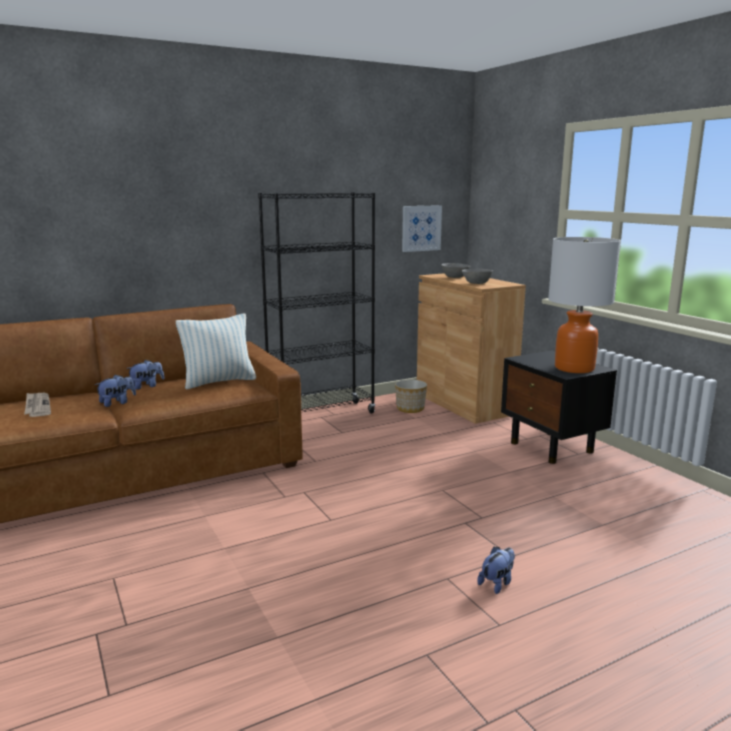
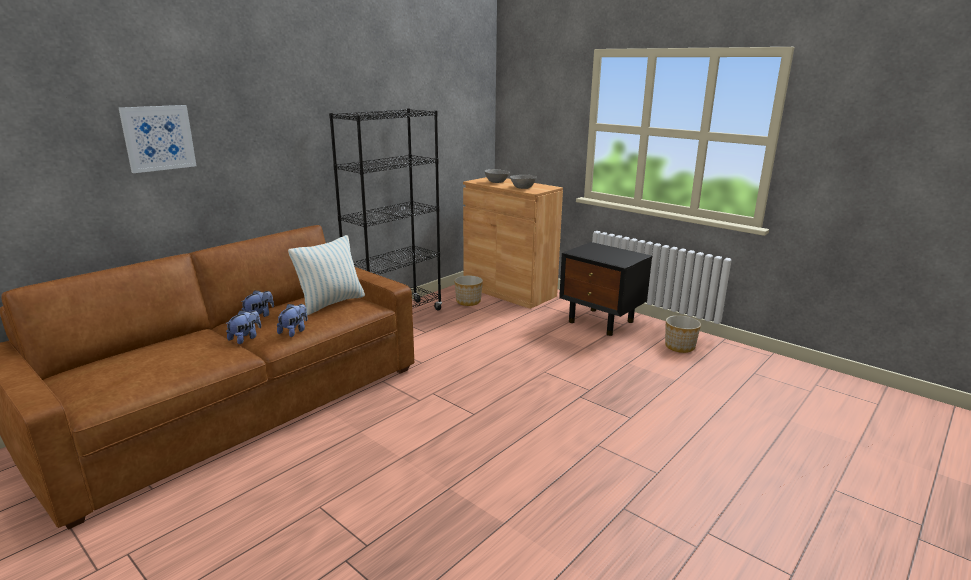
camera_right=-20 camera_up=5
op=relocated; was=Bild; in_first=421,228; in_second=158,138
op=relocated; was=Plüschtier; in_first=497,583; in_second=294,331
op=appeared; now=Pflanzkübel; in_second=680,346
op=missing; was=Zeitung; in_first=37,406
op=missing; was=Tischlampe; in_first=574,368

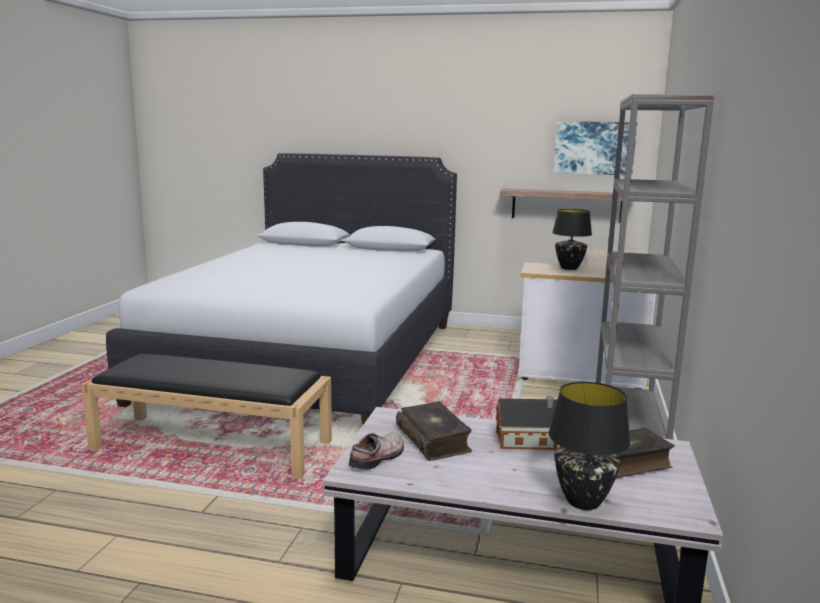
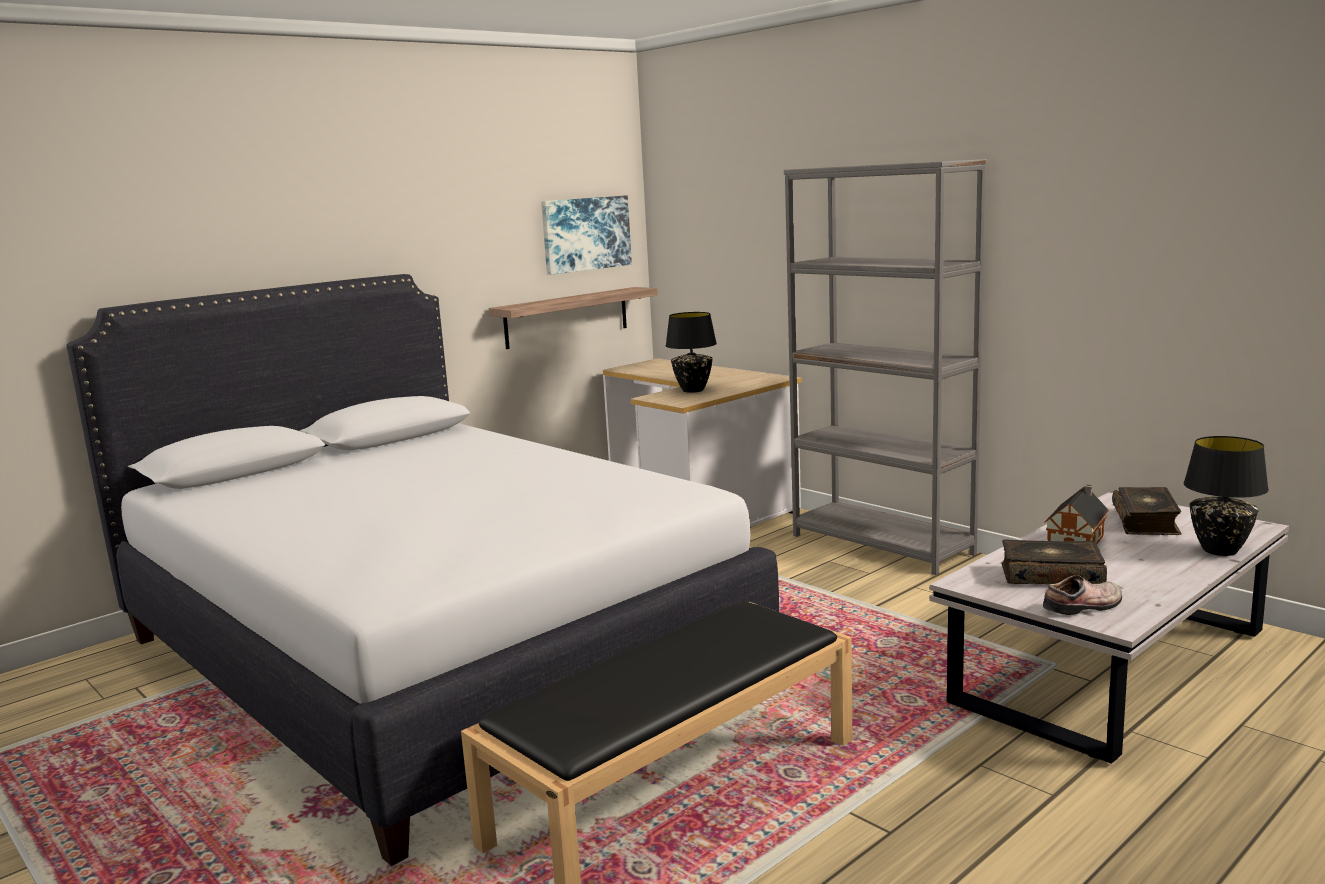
camera_right=-55 camera_up=0
op=spun; was=Schuh; in_first=379,457; in_second=1085,606; clockwise=90

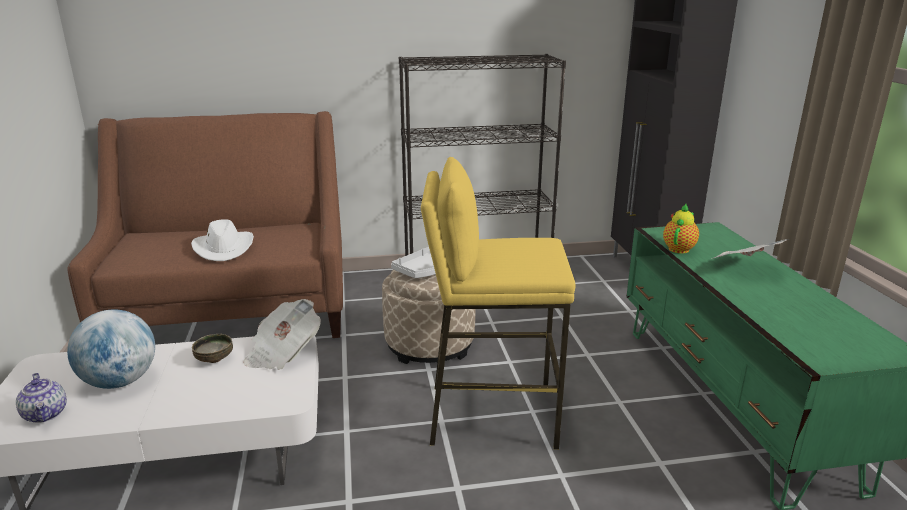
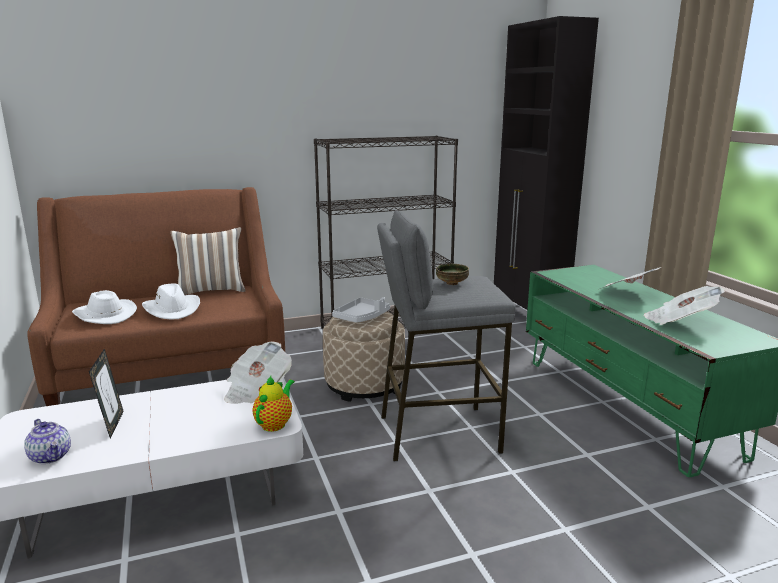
camera_right=-10 camera_up=-5
op=appeared; now=Hut/weiß; in_second=104,315
op=exchanged; was=Globus; now=Bilderrahmen; in_first=120,381; in_second=112,425
op=appeared; now=Kissen; in_second=211,290
op=relocated; was=Teekanne; in_first=679,248; in_second=275,424
op=colour; was=Hocker/gelb; now=Hocker/grau; in_first=491,414; in_second=438,433
op=relocated; was=Schüssel; in_first=215,359; in_second=452,283
op=appeared; now=Zeitung; in_second=679,322

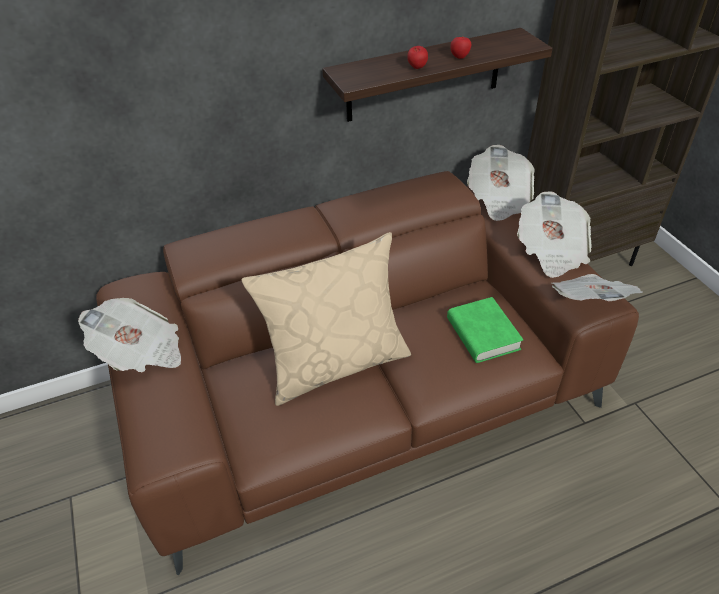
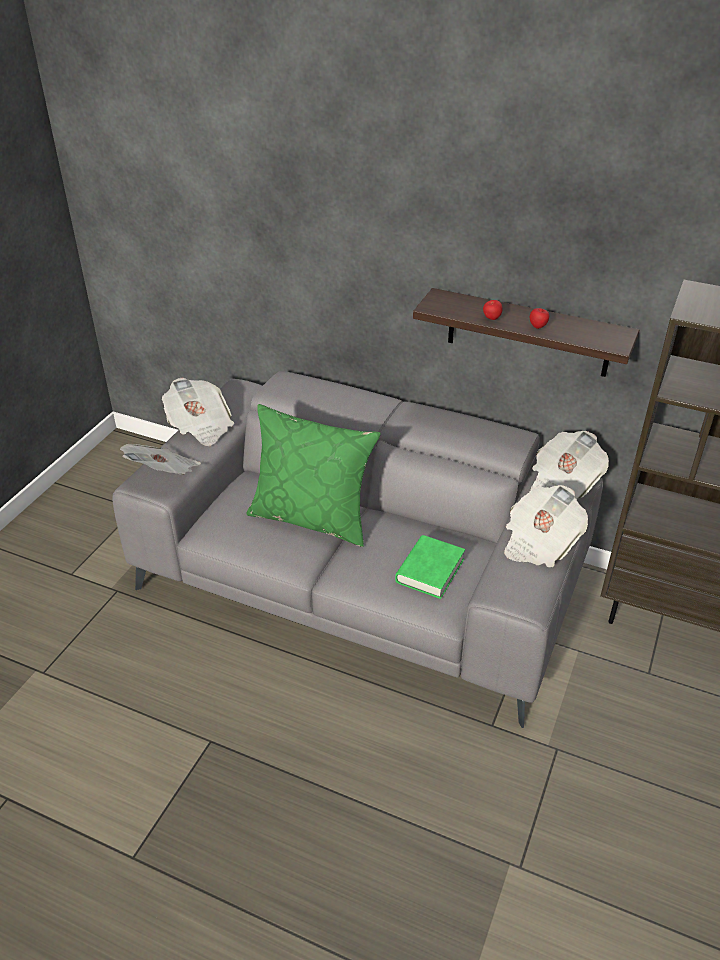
camera_right=45 camera_up=-5
op=colour; was=Sofa/braun; now=Sofa/grau; in_first=363,392; in_second=361,579
op=relocated; was=Zeitung; in_first=589,303; in_second=164,474
op=colour; was=Kissen/beige; now=Kissen/grün; in_first=336,363; in_second=312,518

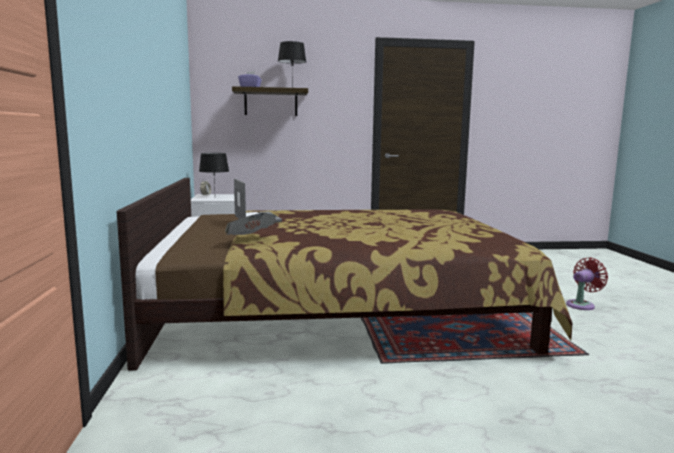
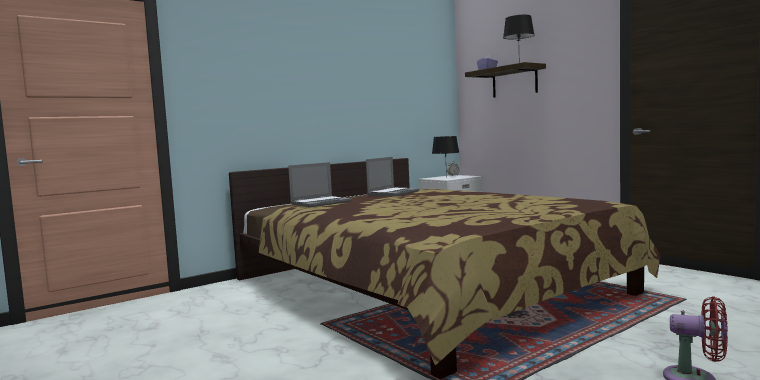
camera_right=60 camera_up=-5
op=exchanged; was=Zeitung; now=Laptop; in_first=250,239; in_second=320,203

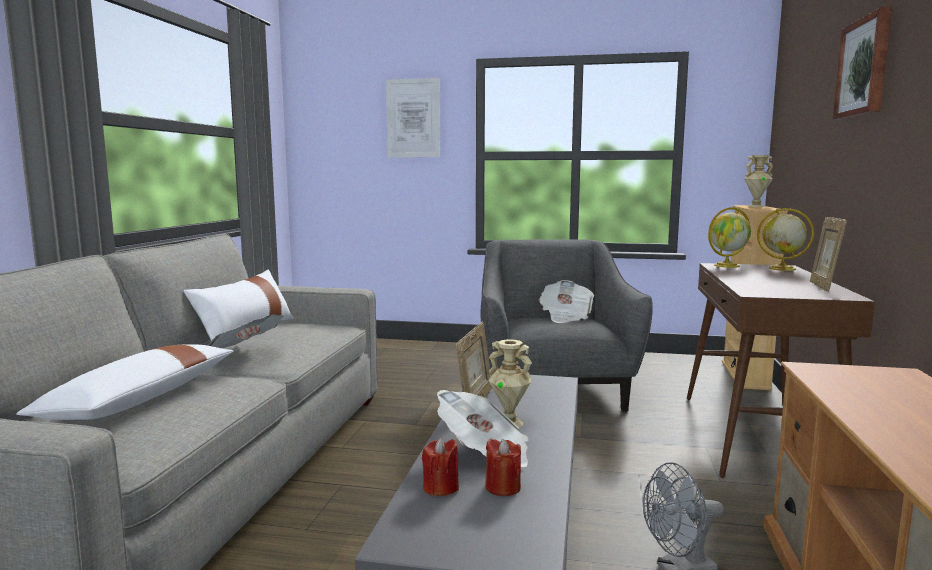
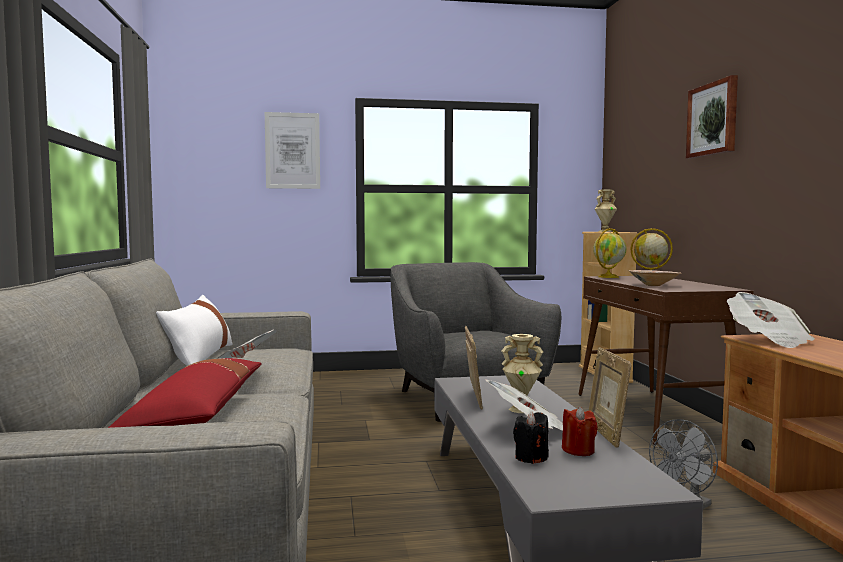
camera_right=-20 camera_up=-5
op=colour; was=Kissen/weiß; now=Kissen/rot; in_first=140,400; in_second=195,416
op=colour; was=Kerze/rot; now=Kerze/schwarz; in_first=440,488; in_second=531,458
op=relocated; was=Bilderrahmen; in_first=823,287; in_second=606,434
op=appeared; now=Schüssel/beige; in_second=654,285
op=relocated; was=Zeitung; in_first=565,317; in_second=768,340

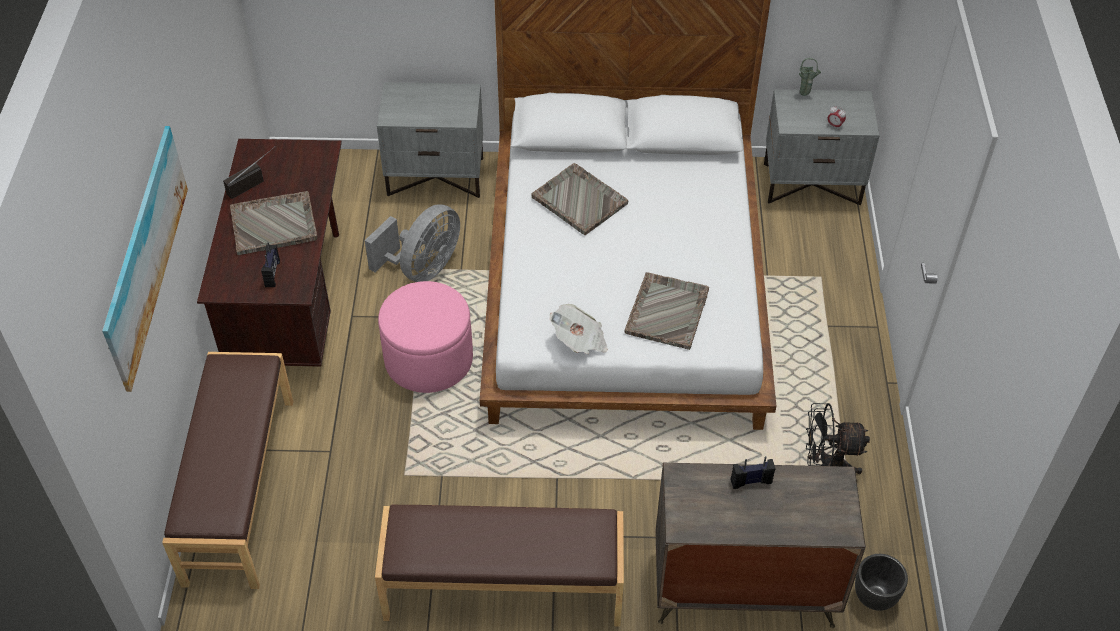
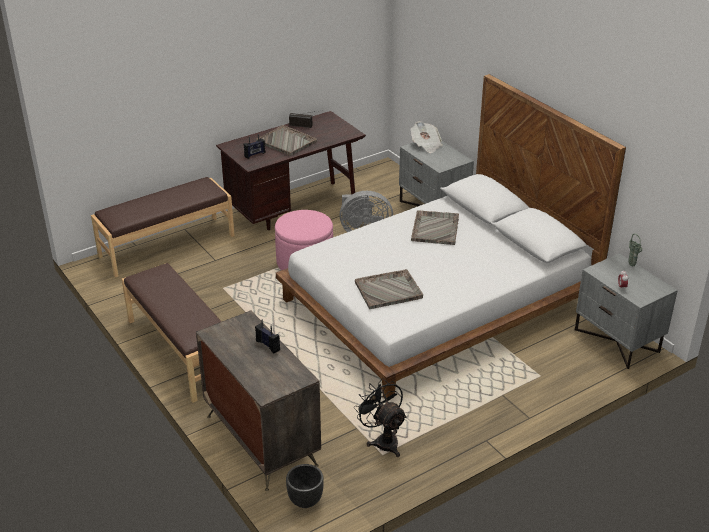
camera_right=55 camera_up=-15
op=relocated; was=Zeitung; in_first=579,340; in_second=426,145
op=missing; was=Bild; in_first=141,254

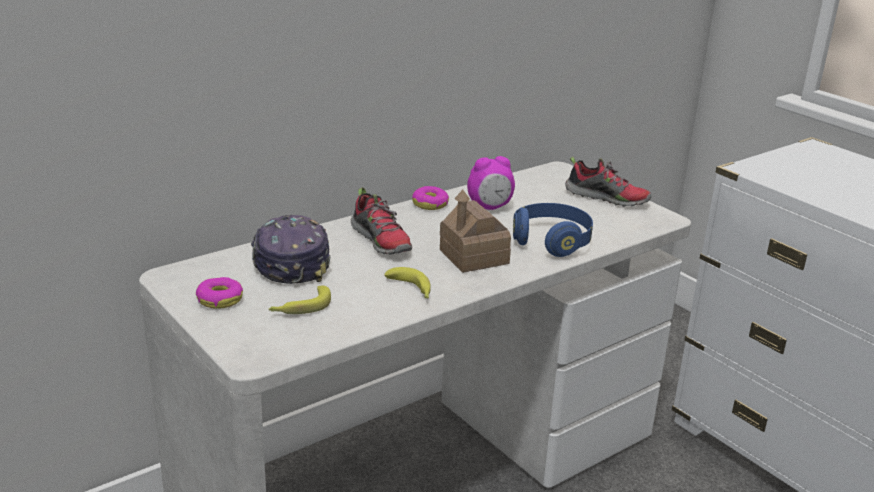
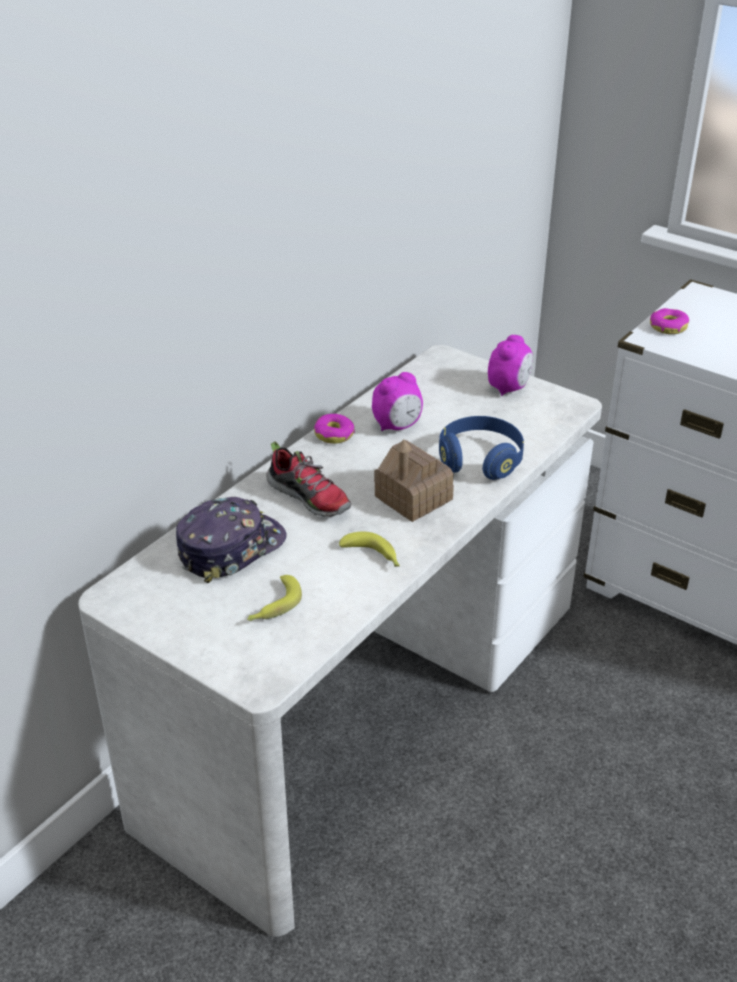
camera_right=-15 camera_up=10
op=spun; was=Kappe; in_first=290,262; in_second=230,548; clockwise=75
op=exchanged; was=Schuh; now=Wecker; in_first=607,198; in_second=508,388
op=relocated; was=Donut; in_first=220,299; in_second=668,327

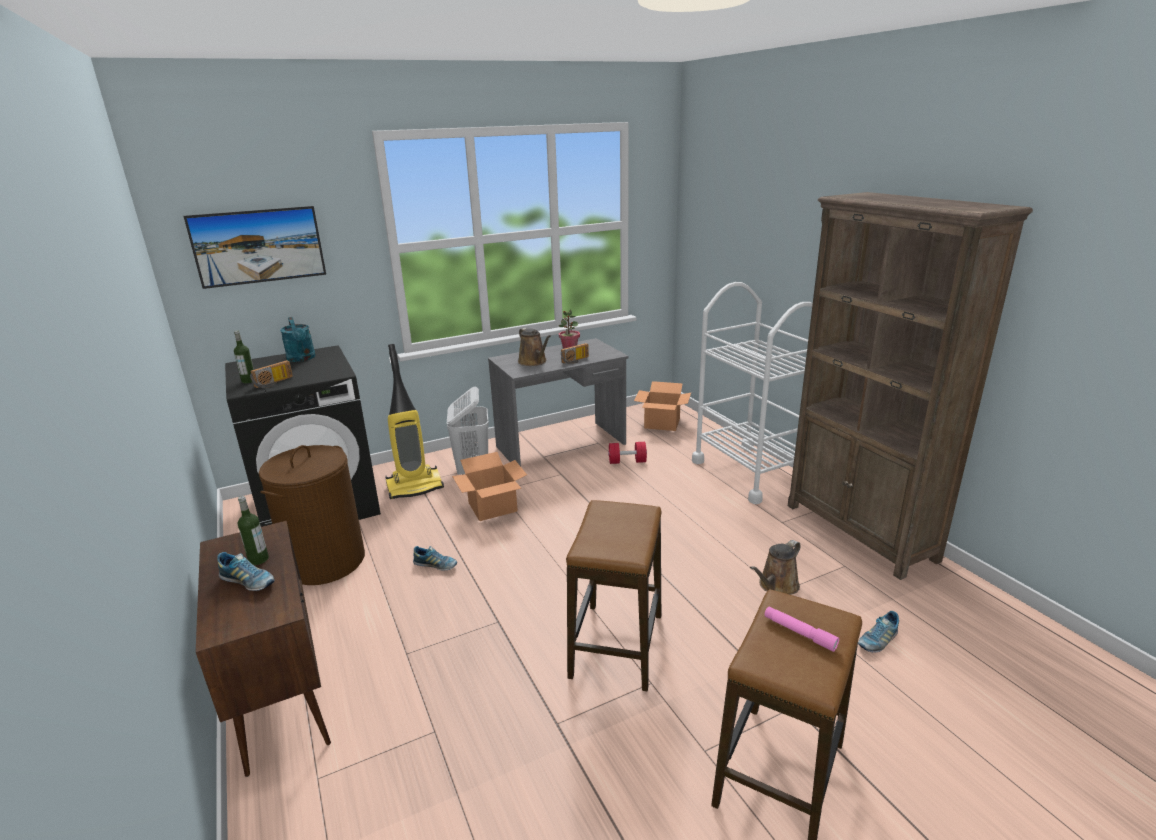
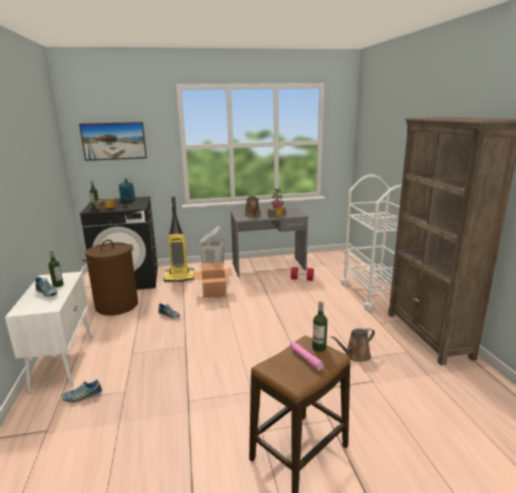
camera_right=15 camera_up=-5
op=colour; was=Schrank/braun; now=Schrank/weiß; in_first=281,696; in_second=63,361
op=relocated; was=Schuh; in_first=877,640; in_second=82,396
op=appeared; now=Flasche; in_second=319,348
op=missing; was=Hocker; in_first=616,645
op=missing; was=Karton; in_first=662,423

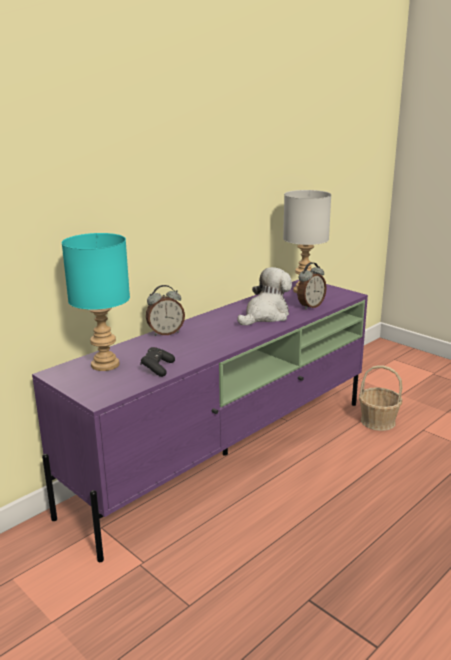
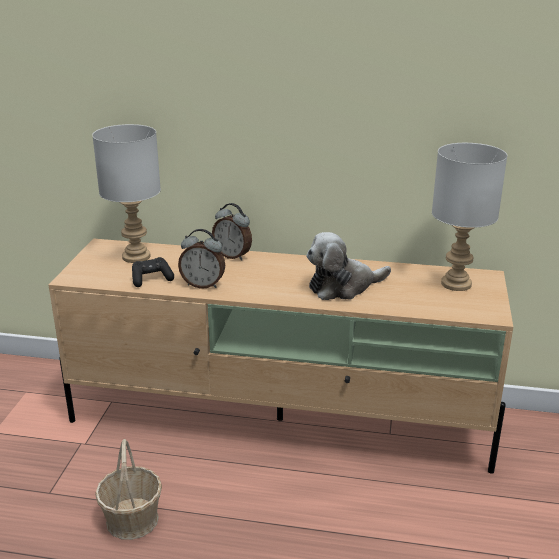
camera_right=55 camera_up=5
op=colour; was=Fernsehschrank/lila; now=Fernsehschrank/beige; in_first=227,453; in_second=282,419
op=colour; was=Tischlampe/türkis; now=Tischlampe/grau; in_first=106,365; in_second=136,257
op=relocated; was=Korb; in_first=377,421; in_second=132,519
op=relocated; was=Wecker; in_first=310,306; in_second=203,285
op=spun; was=Plüschtier; in_first=265,316; in_second=343,287; clockwise=150

